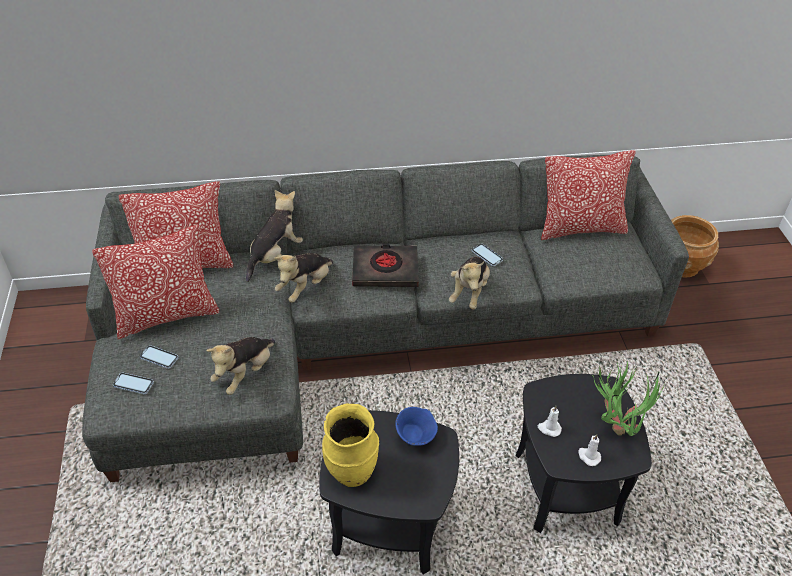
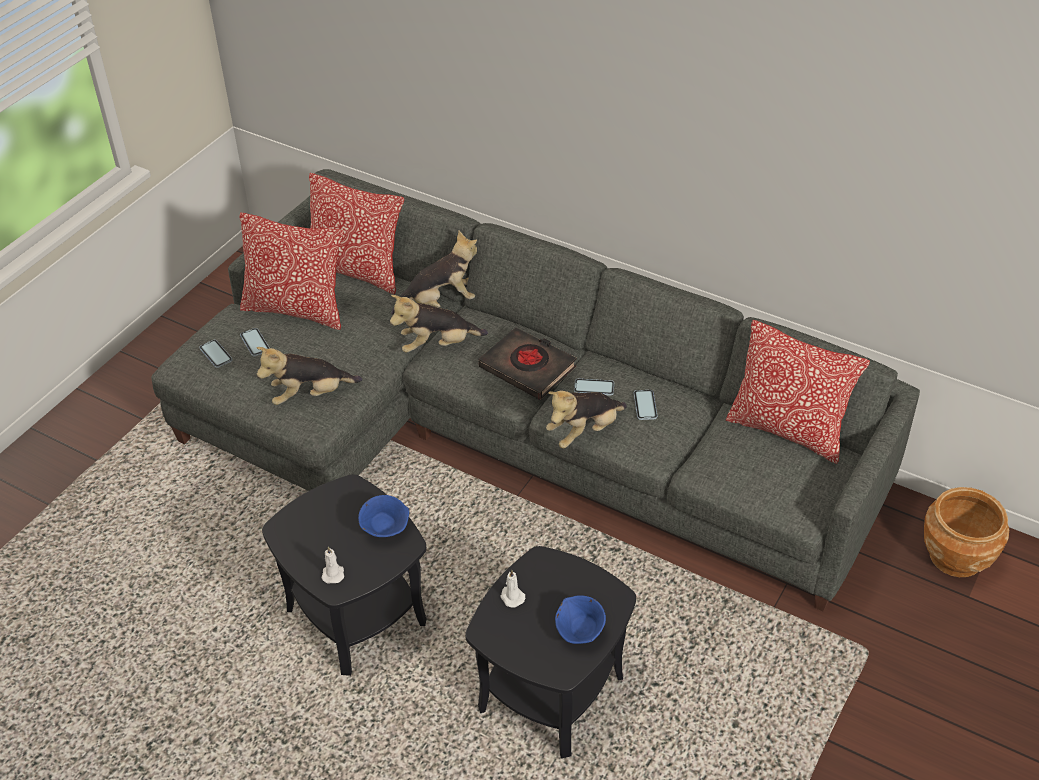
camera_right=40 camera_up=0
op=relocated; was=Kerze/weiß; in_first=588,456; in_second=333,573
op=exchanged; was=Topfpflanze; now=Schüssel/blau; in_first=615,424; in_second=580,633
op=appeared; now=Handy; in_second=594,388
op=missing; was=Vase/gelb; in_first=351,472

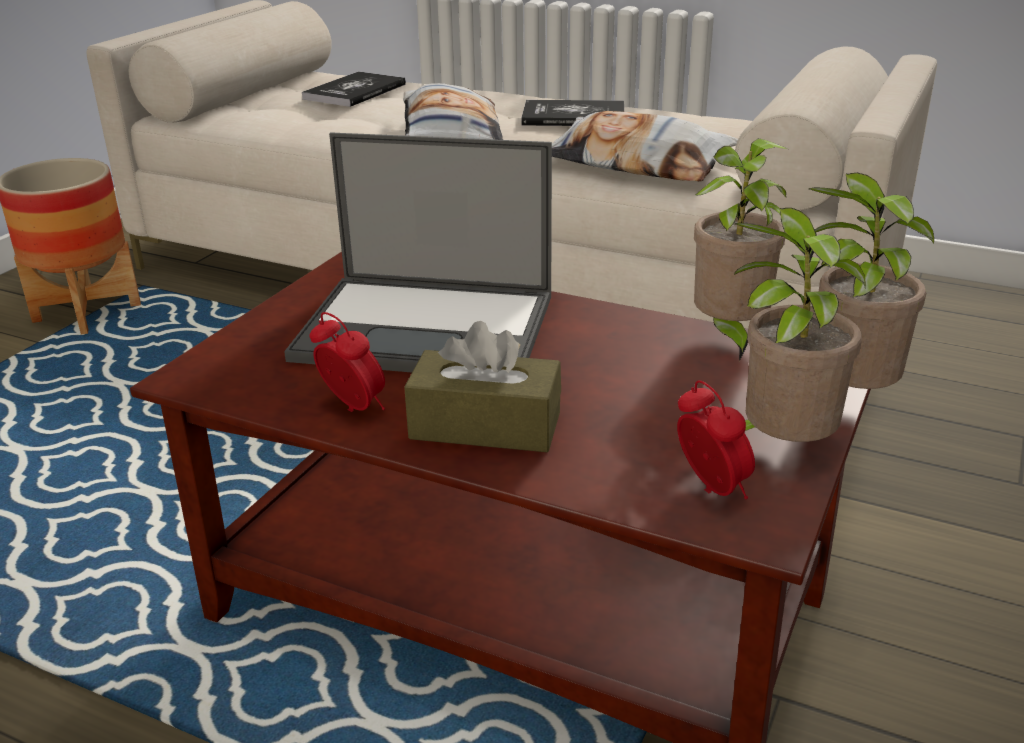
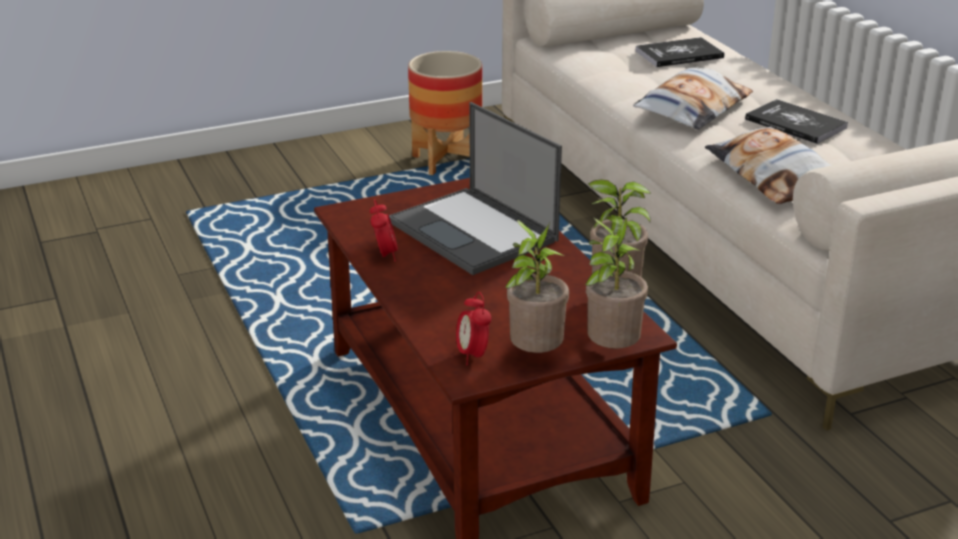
camera_right=40 camera_up=0
op=spun; was=Wecker; in_first=710,490; in_second=473,355; clockwise=150
op=missing; was=Taschentuchbox/braun; in_first=485,426

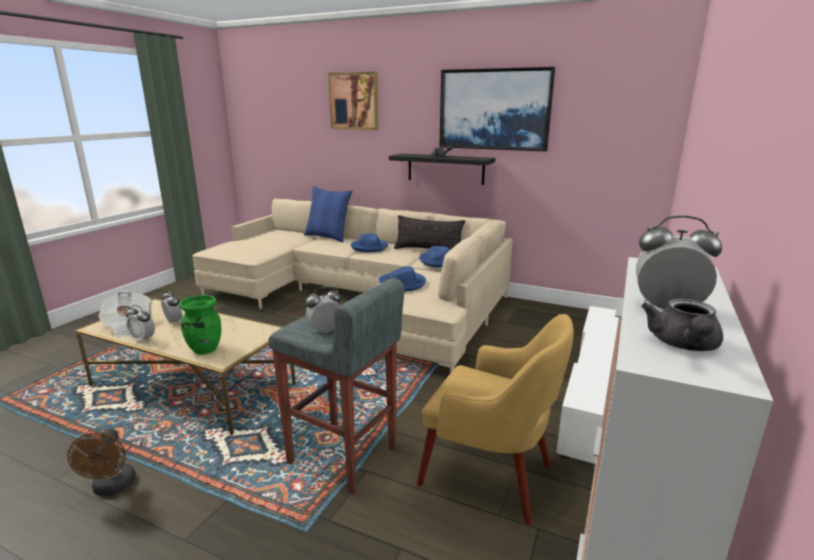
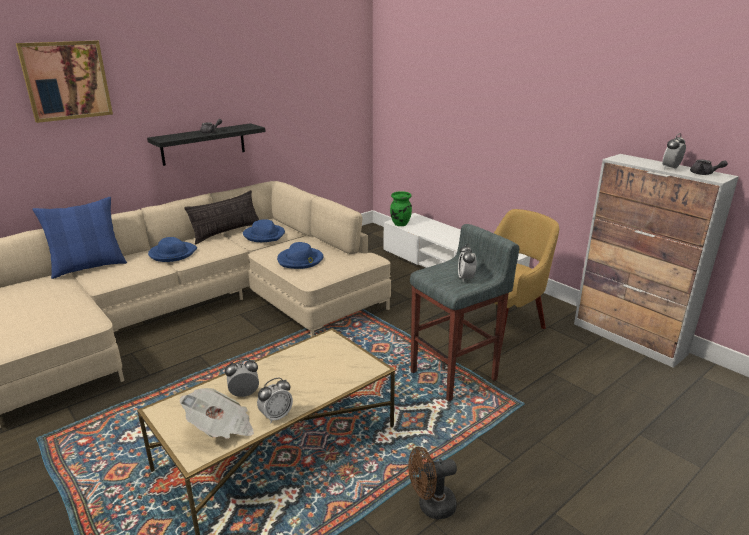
camera_right=-65 camera_up=5
op=relocated; was=Vase/grün; in_first=204,349; in_second=400,224
op=spun; was=Ventilator/braun; in_first=112,488; in_second=431,506; clockwise=150
op=missing; was=Bild; in_first=494,109

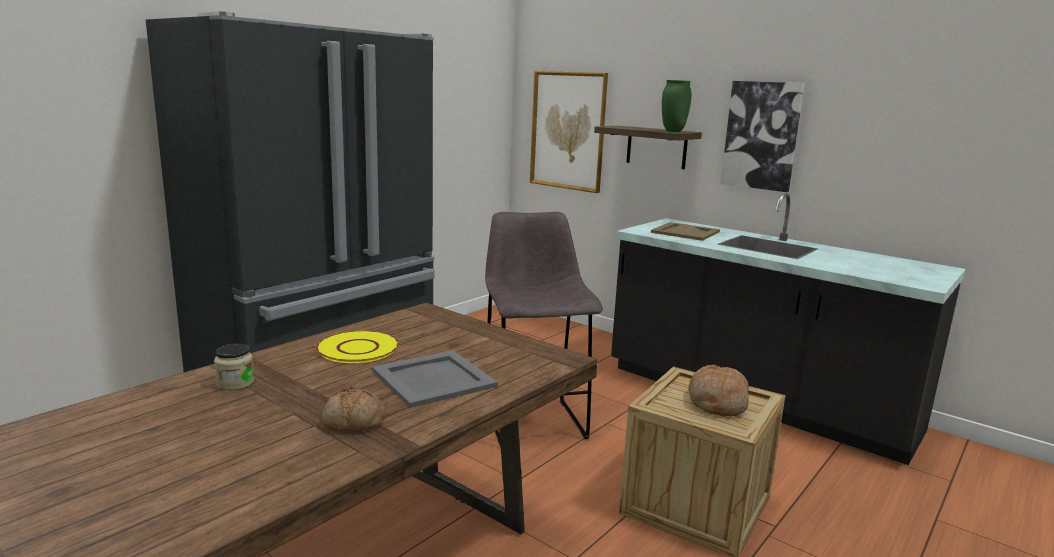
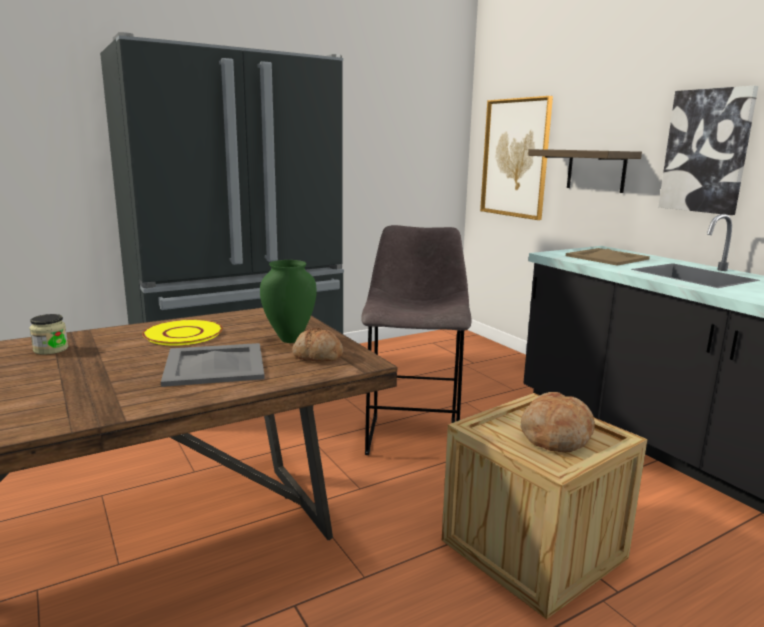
camera_right=20 camera_up=0
op=relocated; was=Vase/grün; in_first=672,131; in_second=289,339
op=relocated; was=Brot; in_first=353,422; in_second=317,356

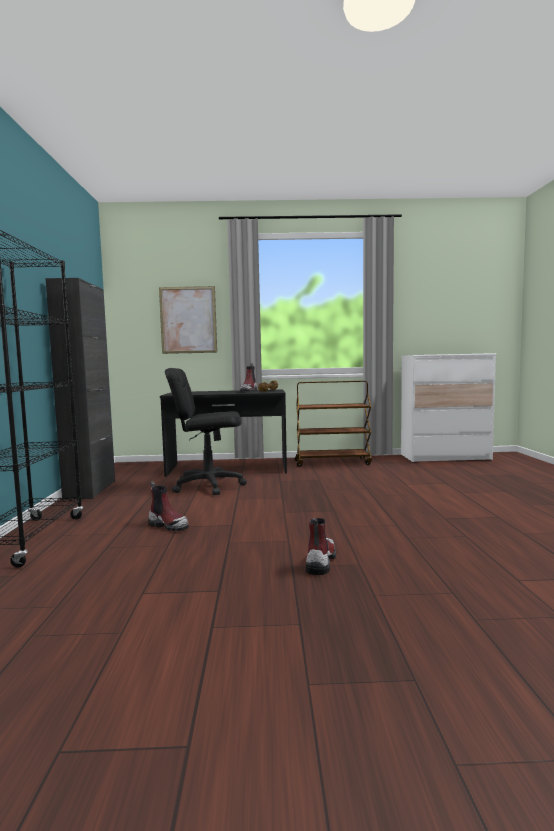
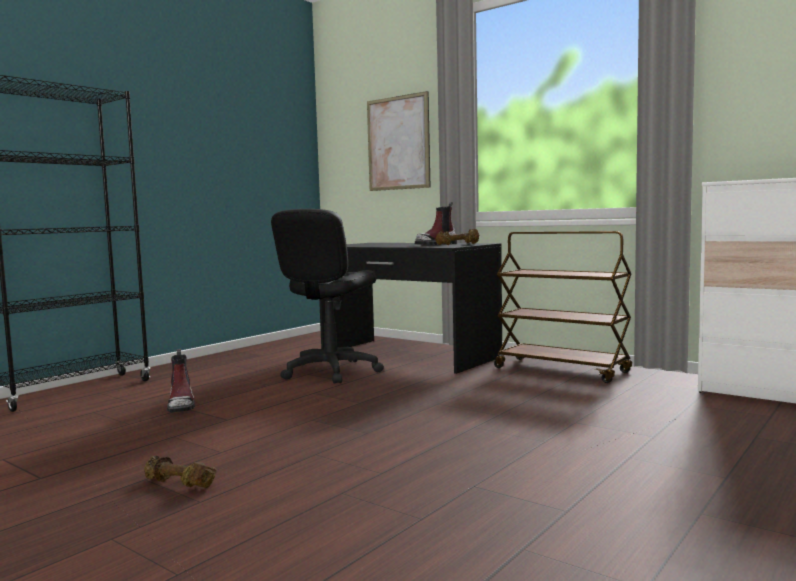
camera_right=40 camera_up=0
op=exchanged; was=Stiefel; now=Hantel/braun; in_first=320,562; in_second=178,484
op=spun; was=Bürostuhl/schwarz; in_first=208,486; in_second=331,371; clockwise=-105
op=missing; was=Schrank/schwarz; in_first=90,490

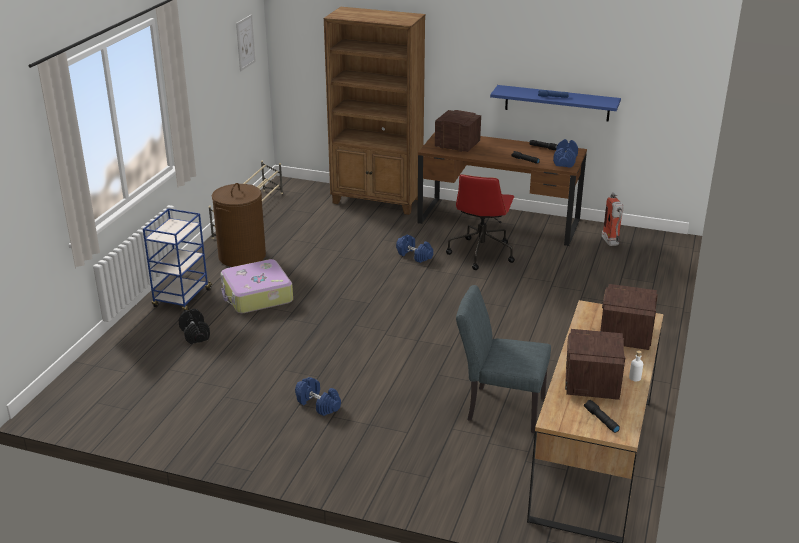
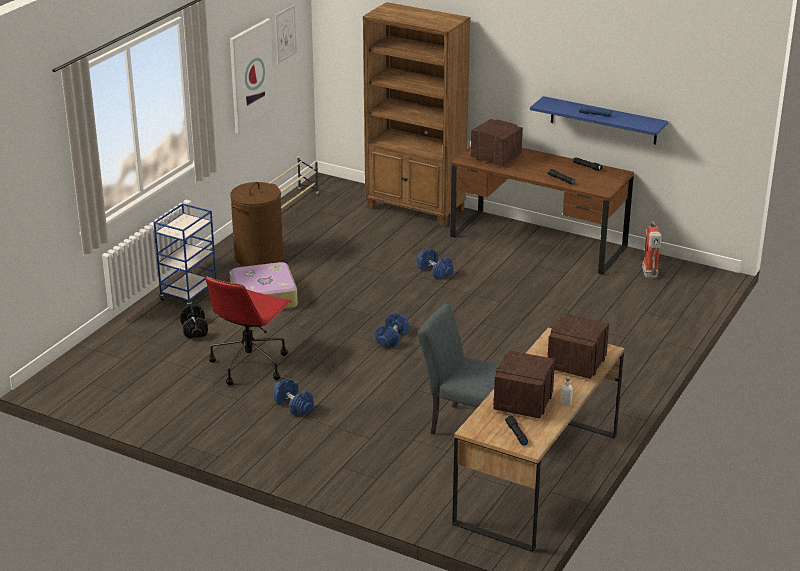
camera_right=10 camera_up=0
op=relocated; was=Bürostuhl/rot; in_first=481,253; in_second=250,364
op=appeared; now=Bild; in_second=250,75
op=relocated; was=Hantel/blau; in_first=565,161; in_second=392,338

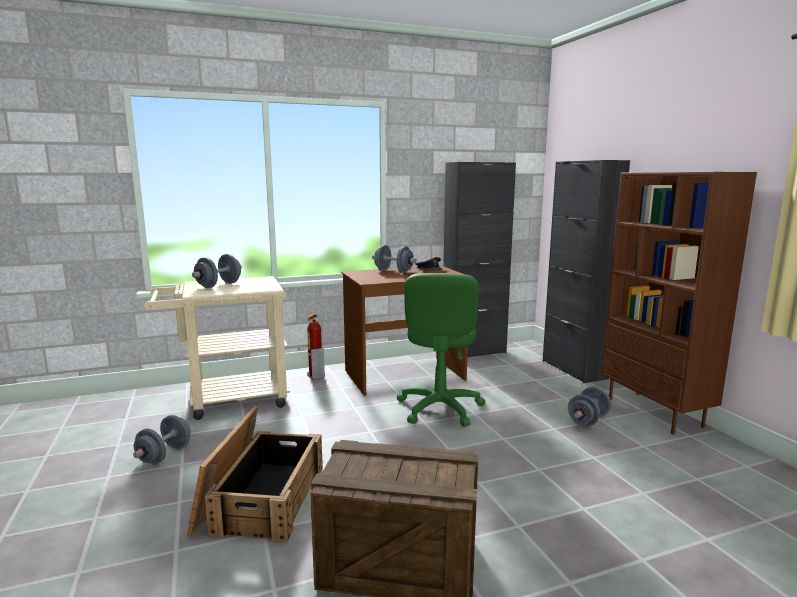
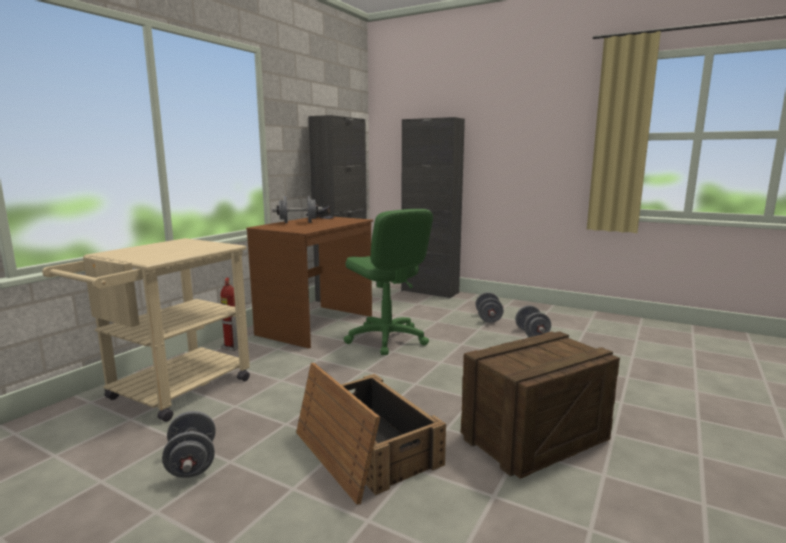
camera_right=-40 camera_up=0
op=relocated; was=Hantel/grau; in_first=219,285; in_second=532,334
op=missing; was=Bücherregal/braun; in_first=655,412

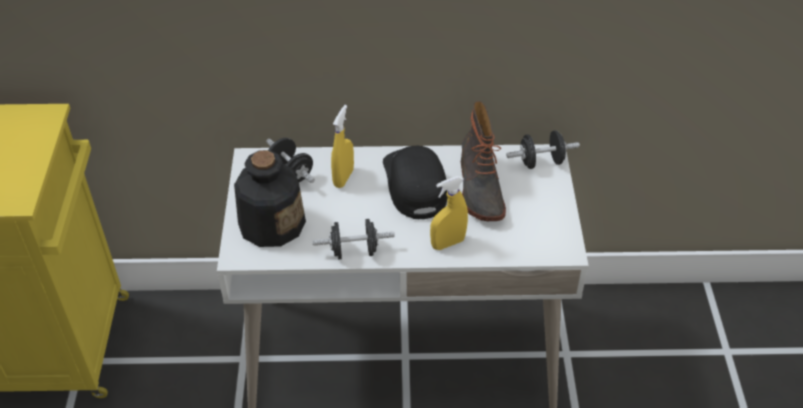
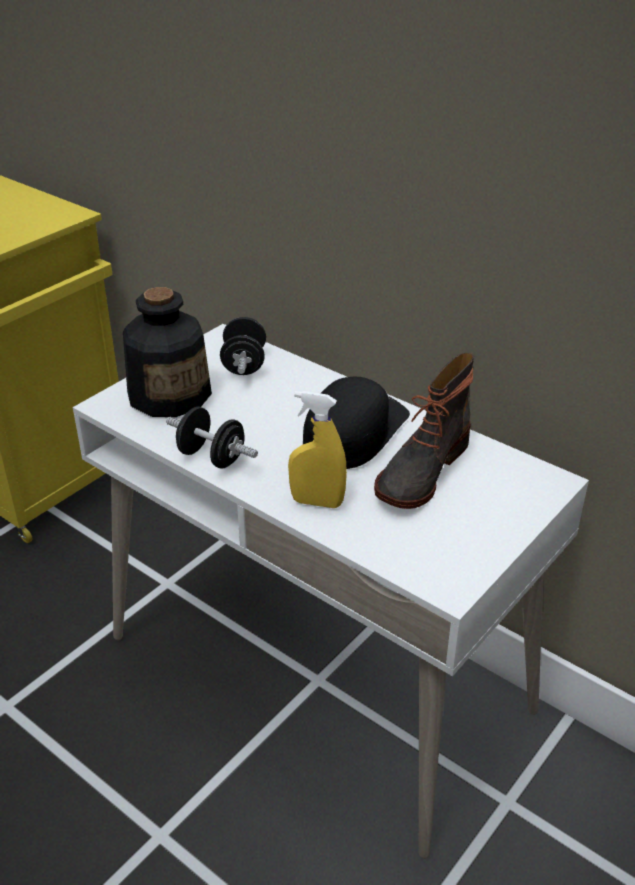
camera_right=40 camera_up=-10
op=missing; was=Sprühflasche/gelb; in_first=343,178
op=missing; was=Hantel/schwarz; in_first=541,162

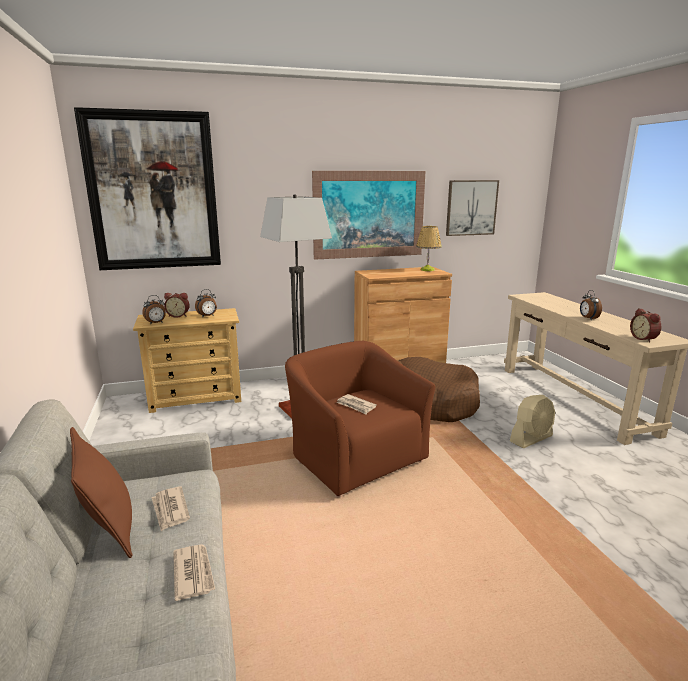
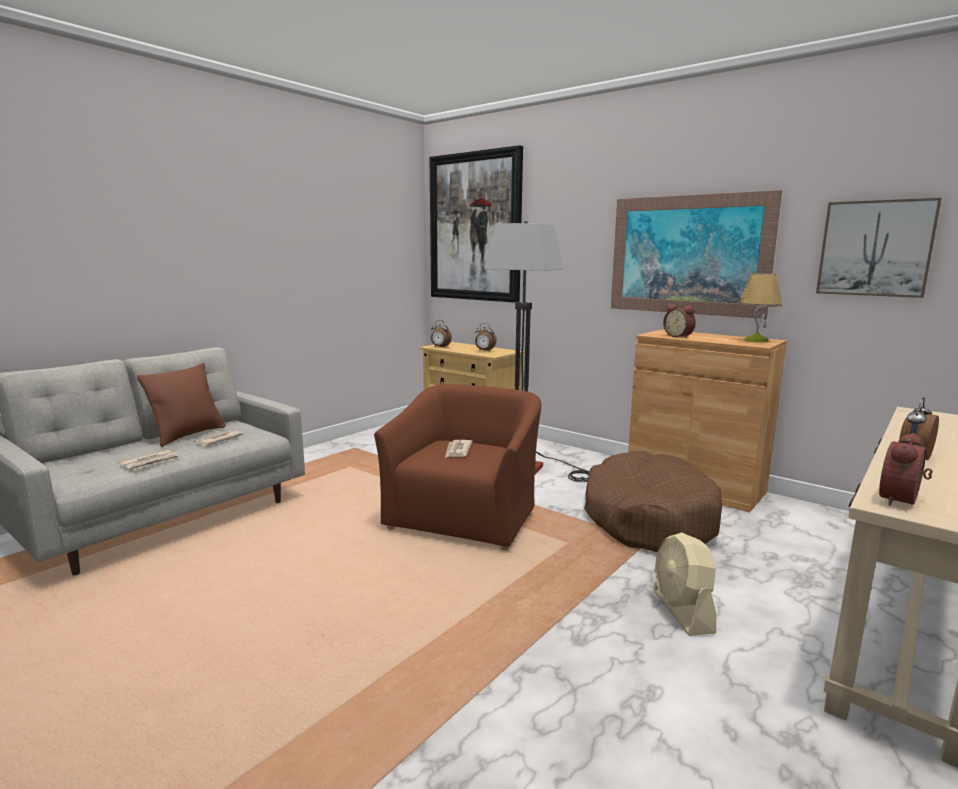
camera_right=55 camera_up=-5
op=spun; was=Ventilator/beige; in_first=531,438; in_second=682,611; clockwise=60
op=relocated; was=Wecker; in_first=178,315; in_second=679,336

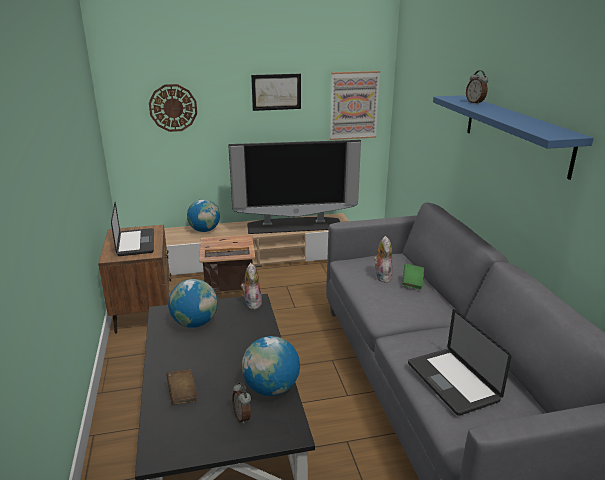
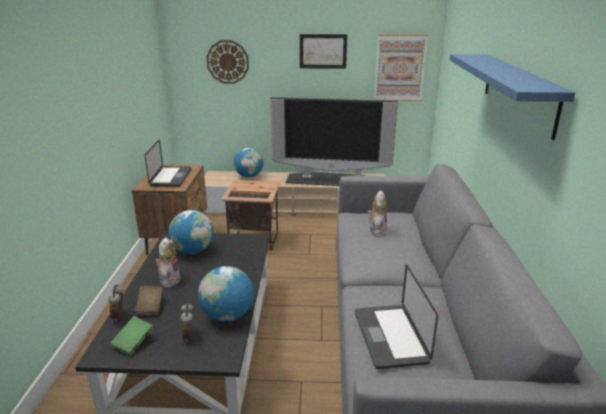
camera_right=15 camera_up=0
op=relocated; was=Wecker; in_first=475,103; in_second=119,316
op=relocated; was=Buch/grün; in_first=412,283; in_second=133,343
op=relocated; was=Plüschtier; in_first=251,303; in_second=169,280

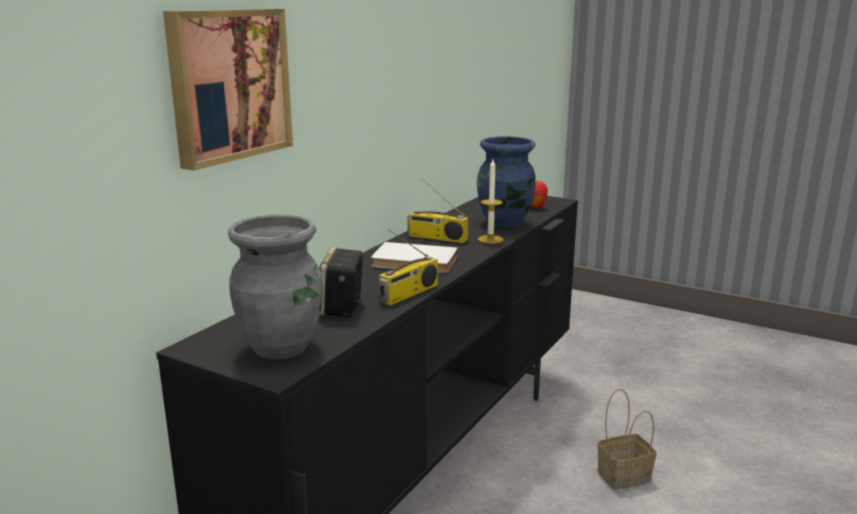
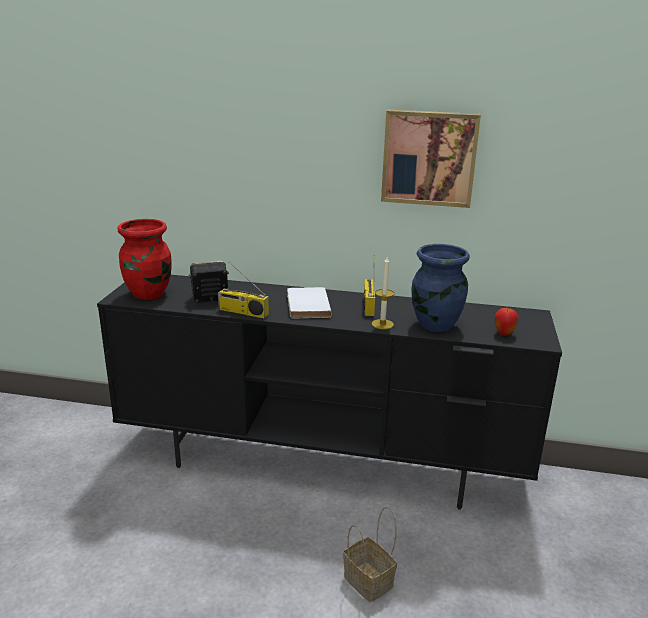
camera_right=70 camera_up=5
op=colour; was=Vase/grau; now=Vase/rot; in_first=282,347; in_second=149,294
op=relocated; was=Bild; in_first=228,84; in_second=429,158

